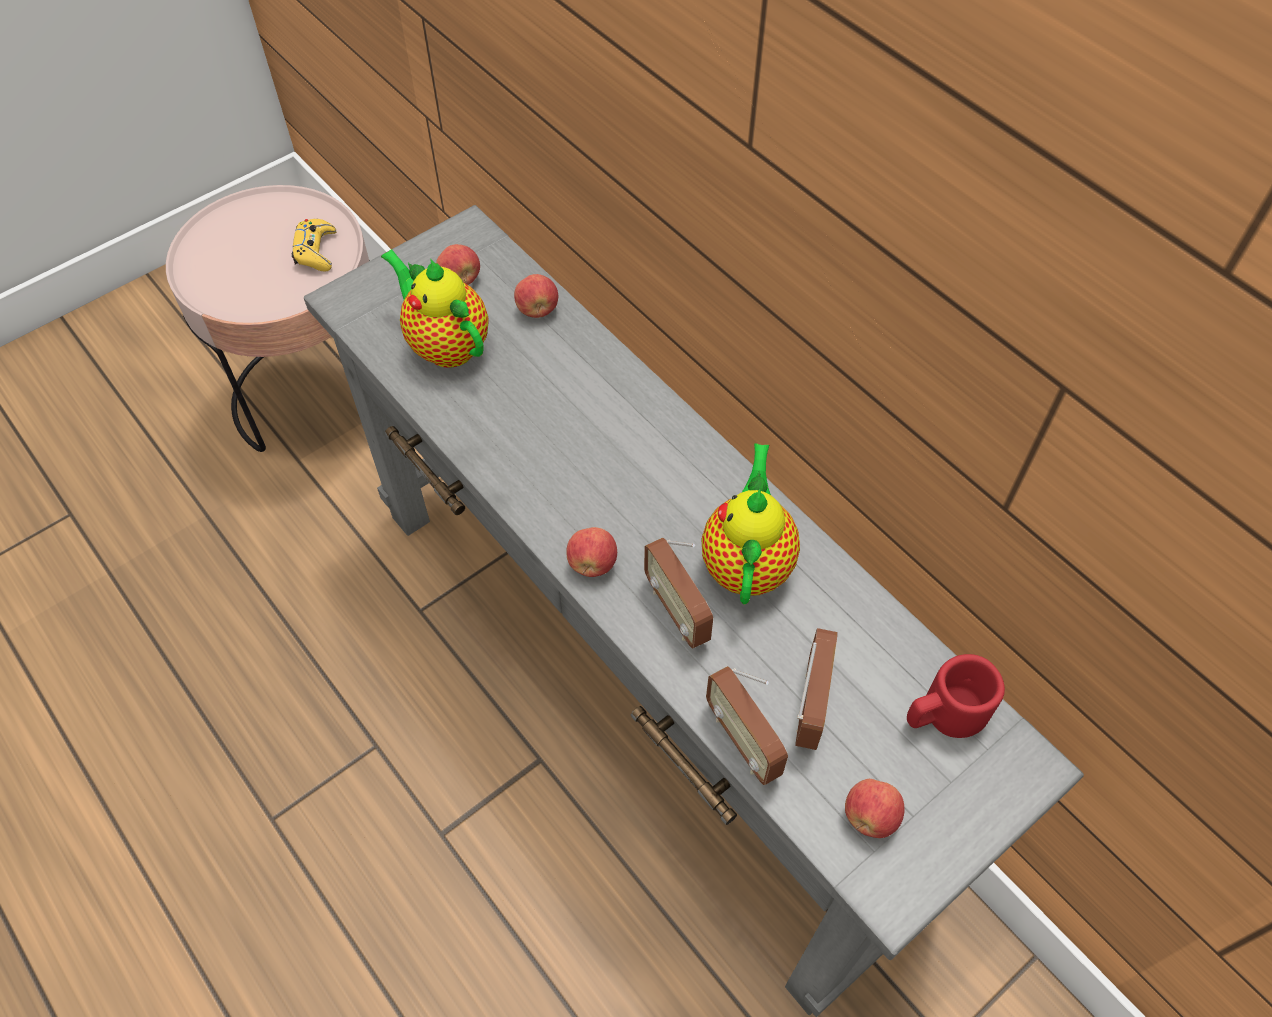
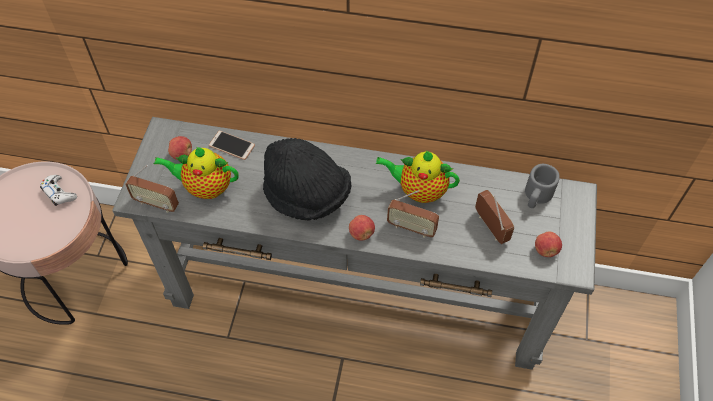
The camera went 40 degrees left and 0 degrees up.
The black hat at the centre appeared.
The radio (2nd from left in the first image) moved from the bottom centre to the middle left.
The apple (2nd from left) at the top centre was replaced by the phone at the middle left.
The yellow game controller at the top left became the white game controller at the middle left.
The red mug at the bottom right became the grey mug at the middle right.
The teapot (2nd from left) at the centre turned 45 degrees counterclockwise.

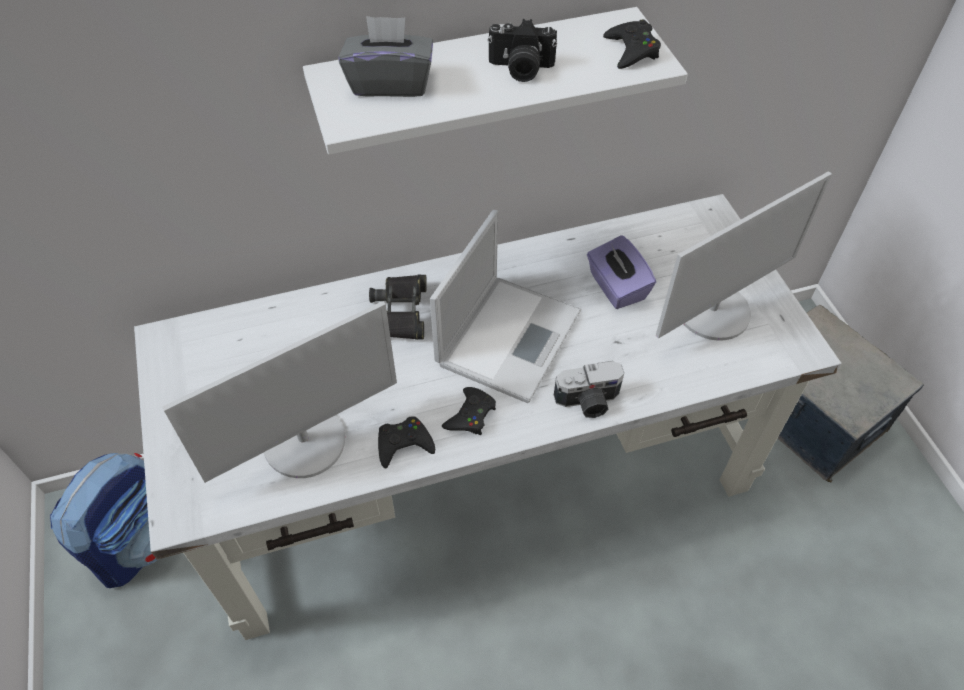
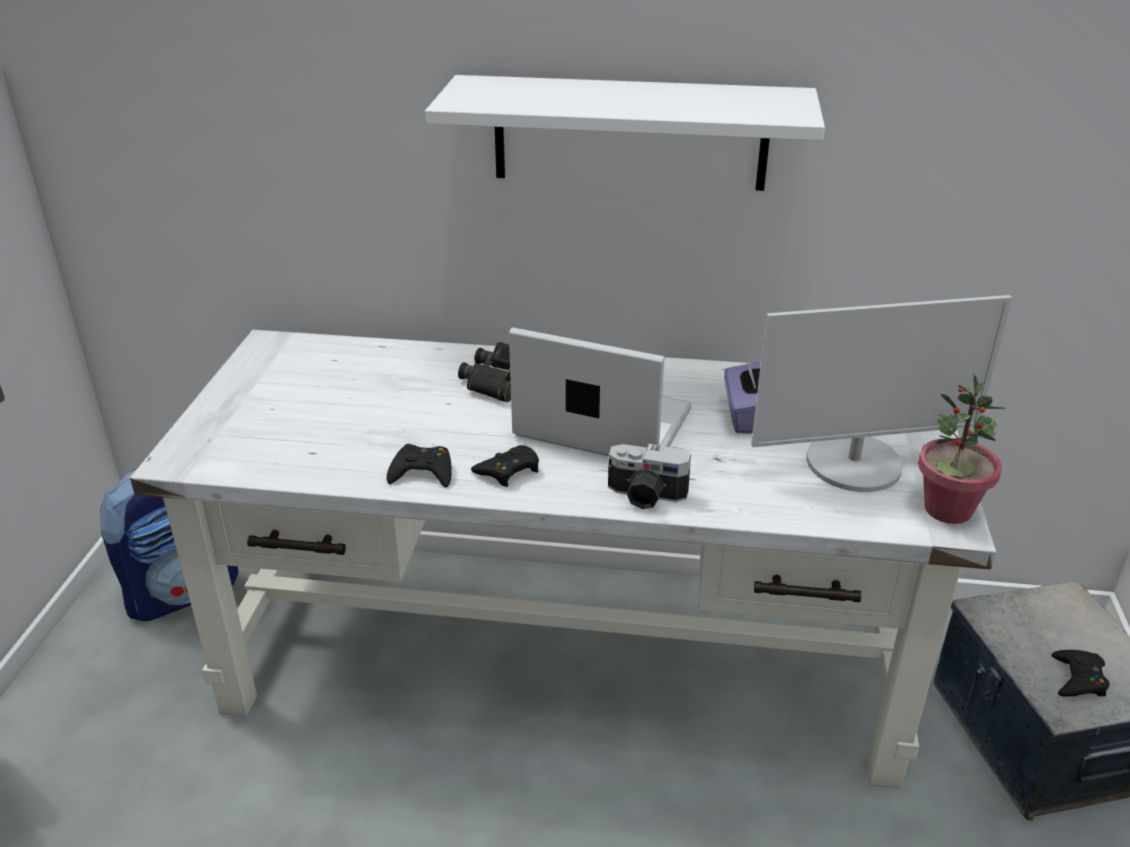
The camera went 25 degrees right and 20 degrees down.
The monitor (1st from left) at the middle left disappeared.
The grey tissue box at the top centre disappeared.
The photo camera (1st from left) at the top centre disappeared.
The potted plant at the middle right appeared.
The black game controller (3rd from left) moved from the top centre to the bottom right.
The laptop at the centre turned 120 degrees counterclockwise.

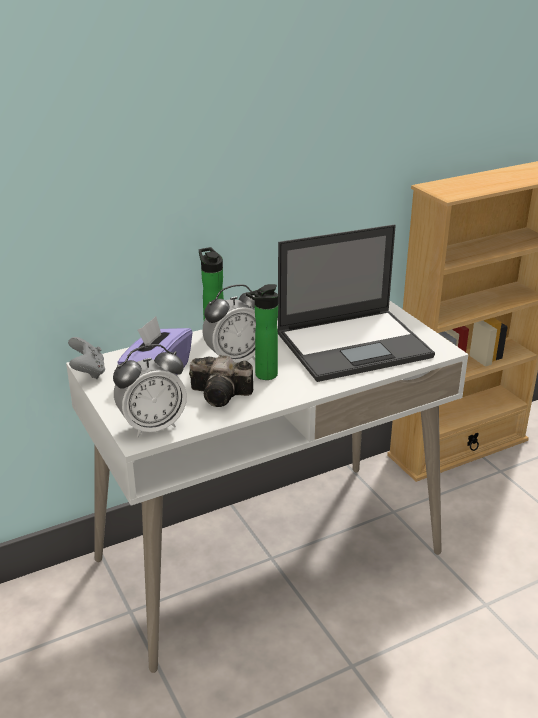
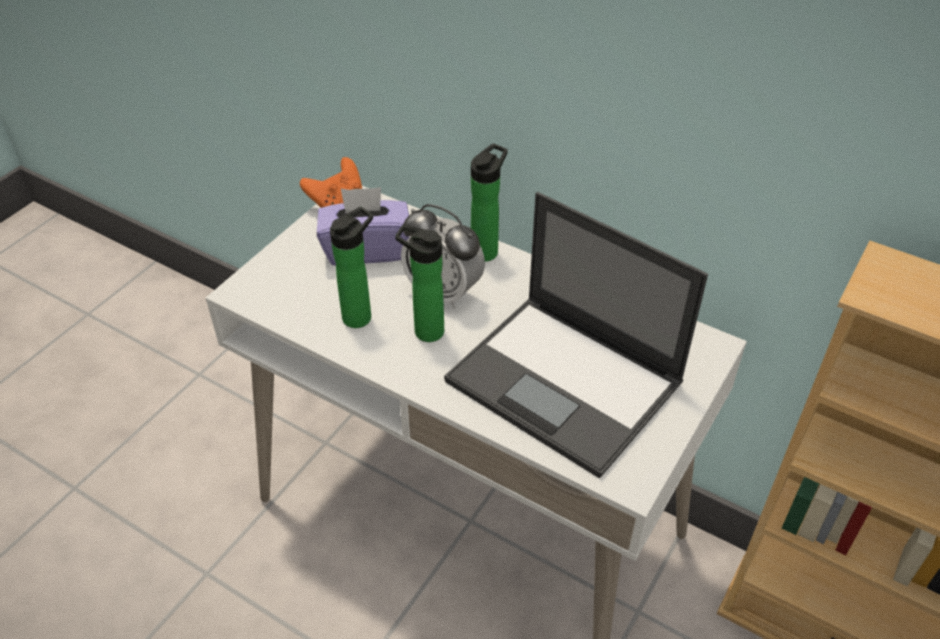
The camera went 60 degrees right and 15 degrees up.
The alarm clock (1st from left) at the middle left disappeared.
The photo camera at the centre was replaced by the bottle (1st from left) at the centre.
The grey game controller at the middle left became the orange game controller at the top centre.

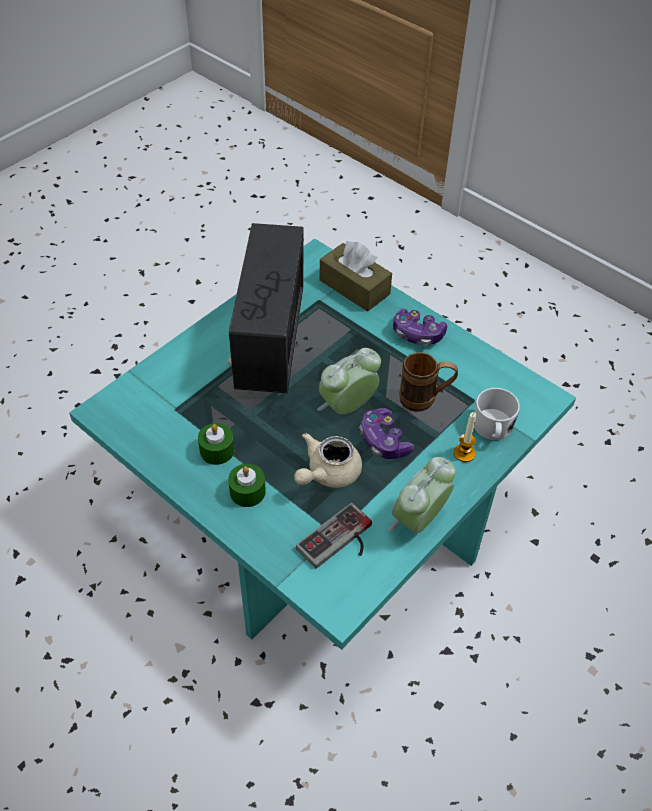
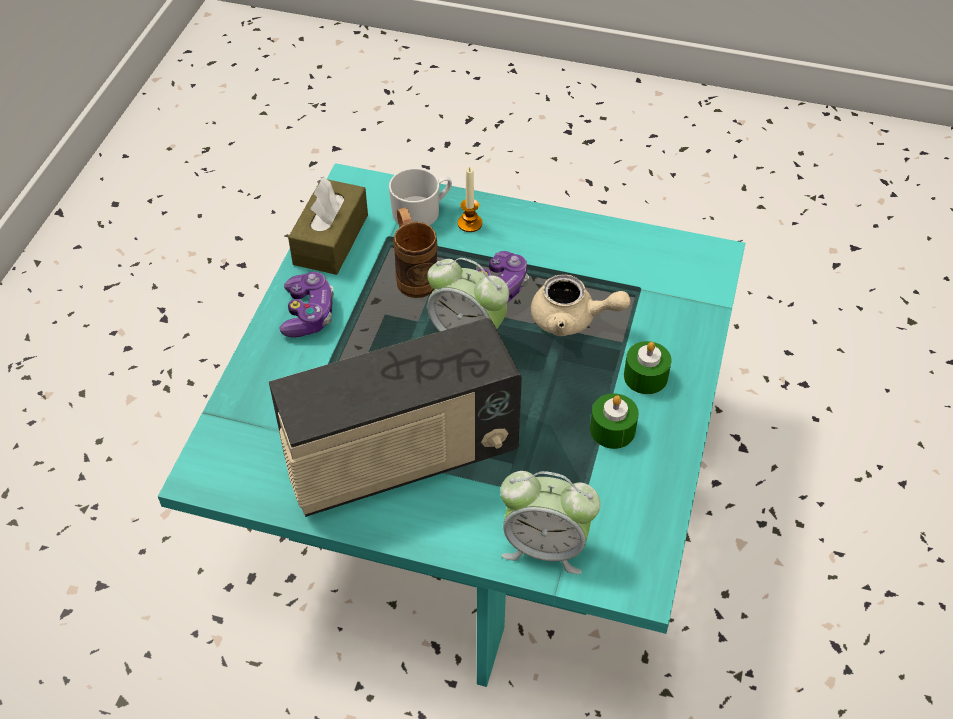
The camera went 115 degrees left and 0 degrees up.
The game controller (1st from left) at the centre disappeared.
The brown tissue box moved from the centre to the top centre.
The alarm clock (2nd from left) moved from the centre to the bottom centre.

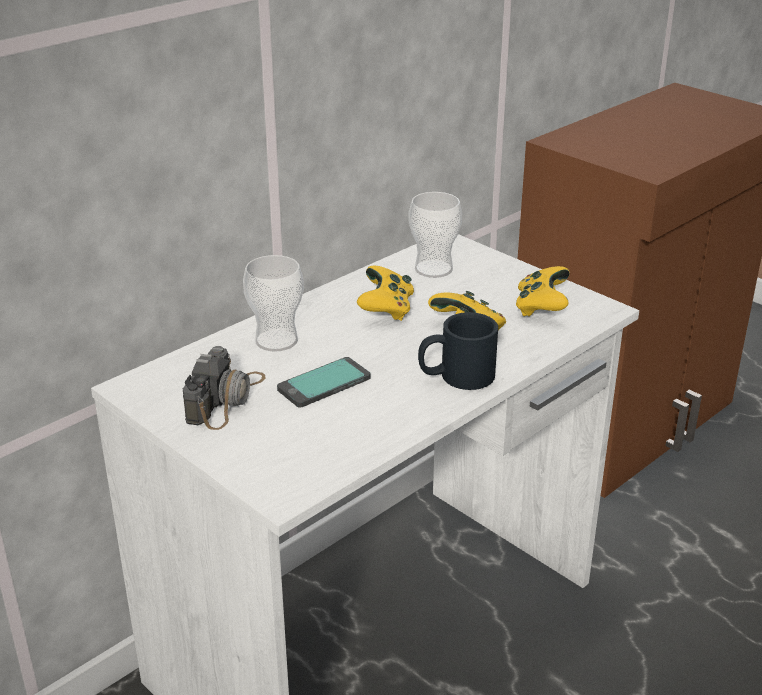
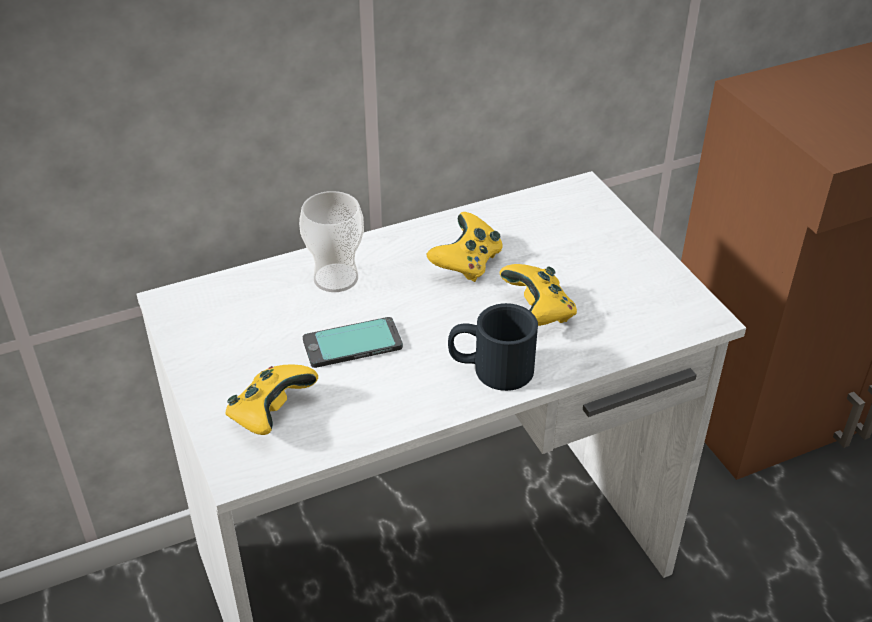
The camera went 20 degrees right and 10 degrees up.
The photo camera at the middle left disappeared.
The cup (2nd from left) at the centre disappeared.
The yellow game controller (3rd from left in the first image) moved from the middle right to the middle left.

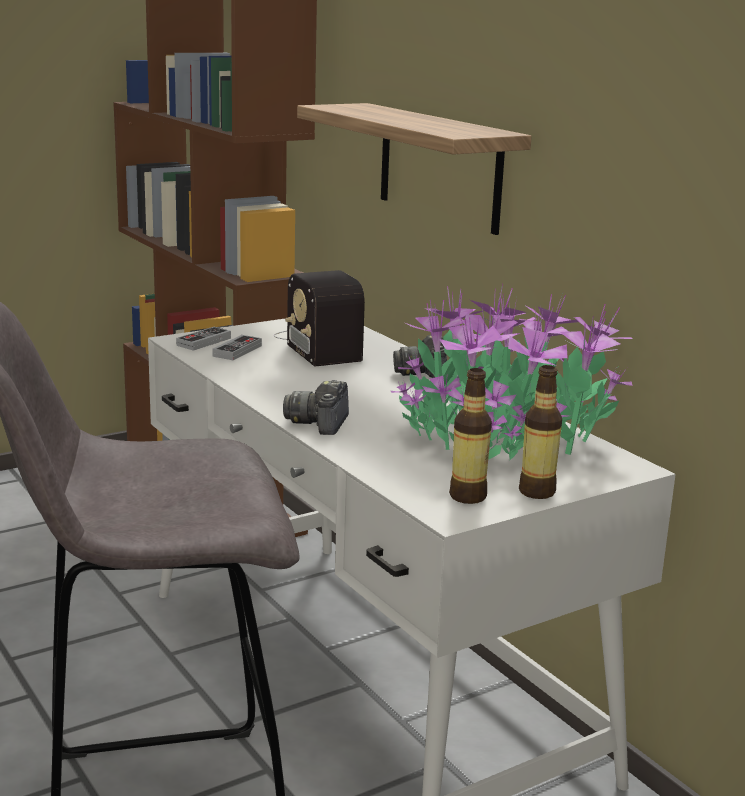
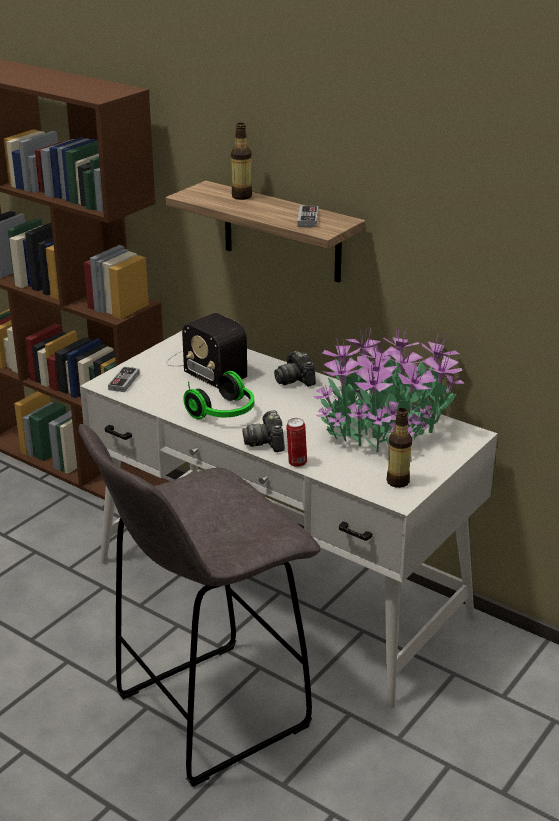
The camera went 20 degrees left and 10 degrees up.
The headphones at the centre appeared.
The can at the centre appeared.
The game controller (2nd from left) moved from the middle left to the top centre.
The bottle (2nd from left in the first image) moved from the middle right to the top centre.

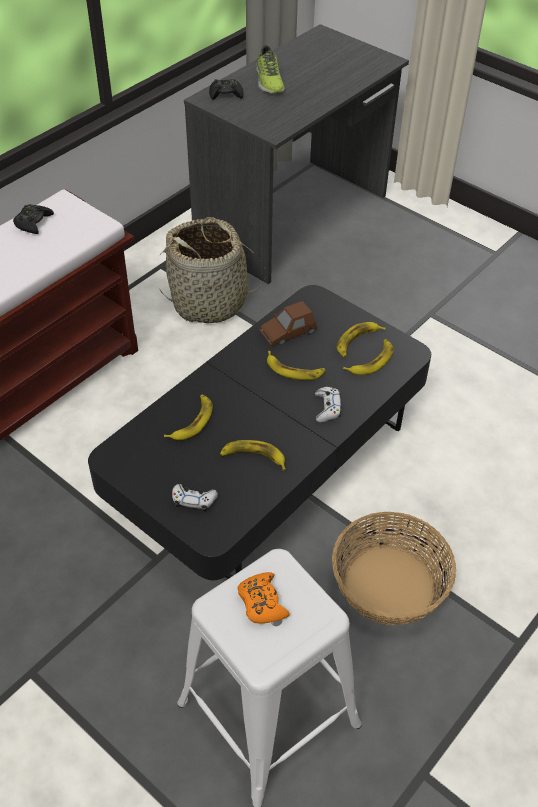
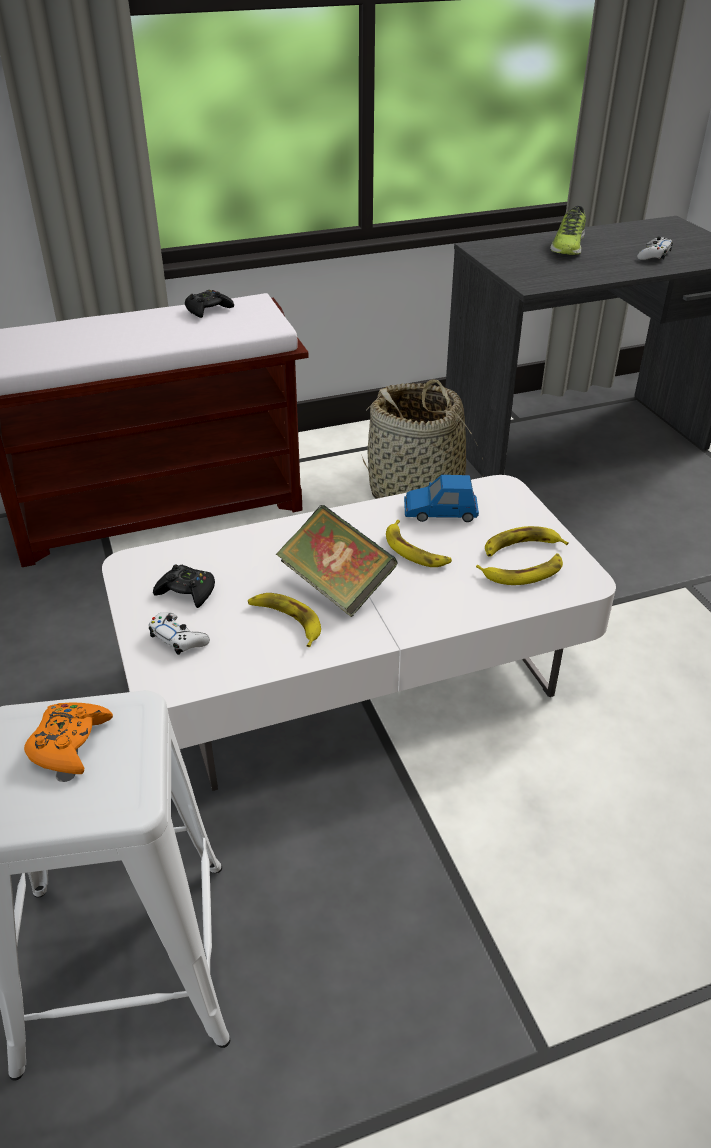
The camera went 30 degrees right and 10 degrees down.
The banana (1st from left) at the centre disappeared.
The basket (2nd from left) at the bottom right disappeared.
The book at the centre appeared.
The black game controller (2nd from left in the first image) moved from the top centre to the middle left.
The white game controller (2nd from left) moved from the centre to the top right.
The black coffee table at the centre became the white coffee table at the centre.
The brown toy car at the centre became the blue toy car at the centre.

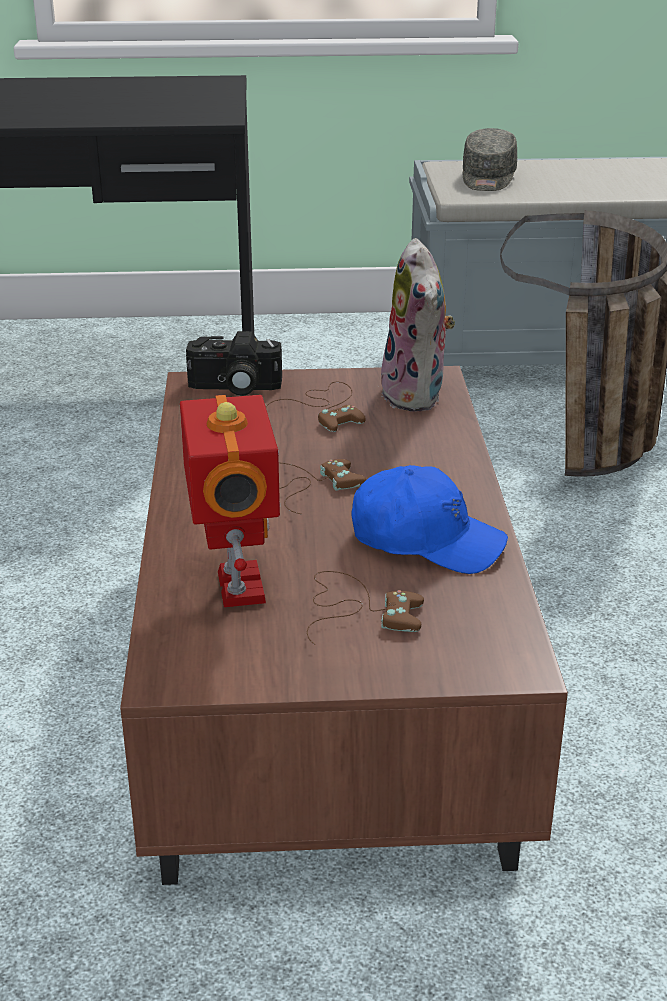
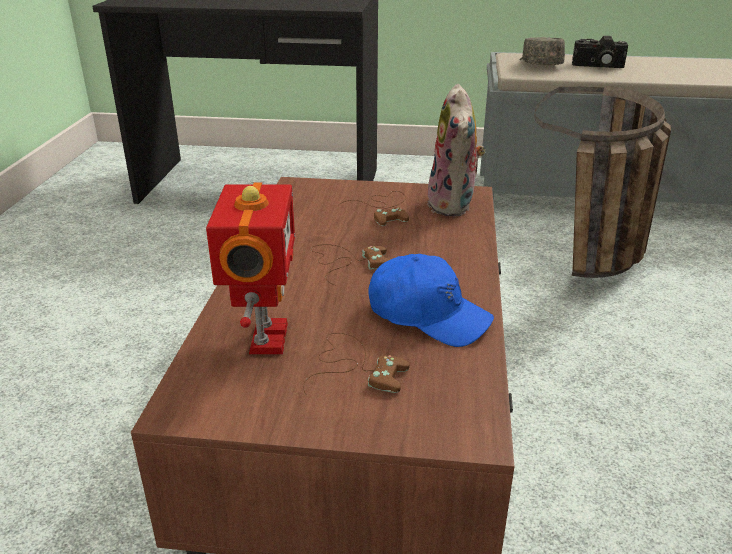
The camera went 10 degrees right and 0 degrees up.
The photo camera moved from the centre to the top right.
The grey cap at the top right turned 150 degrees clockwise.

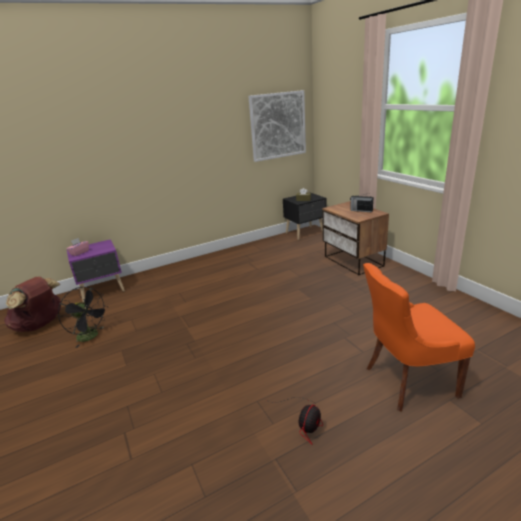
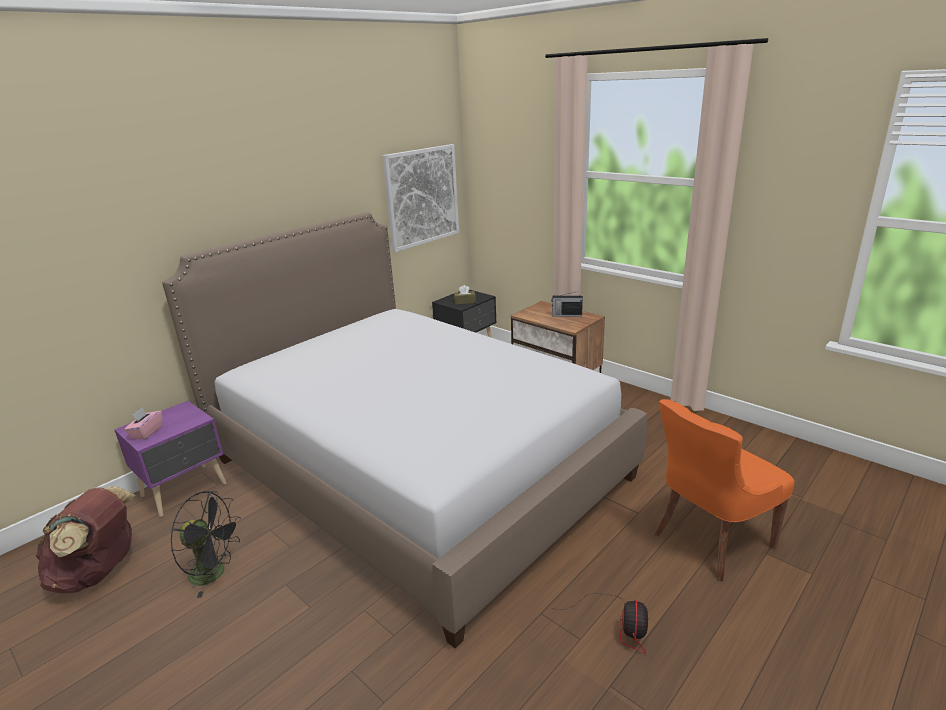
The camera went 20 degrees left and 0 degrees up.
The bed at the centre appeared.

